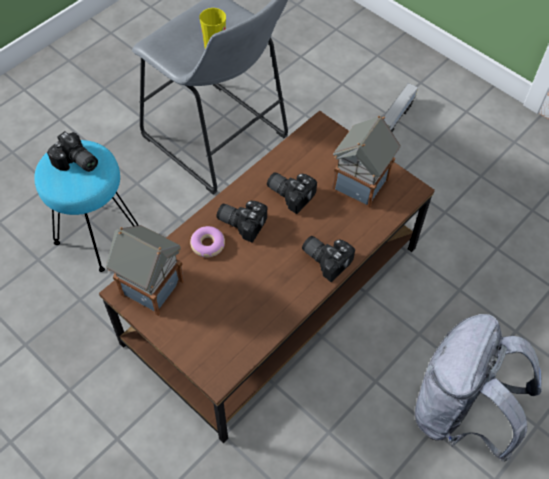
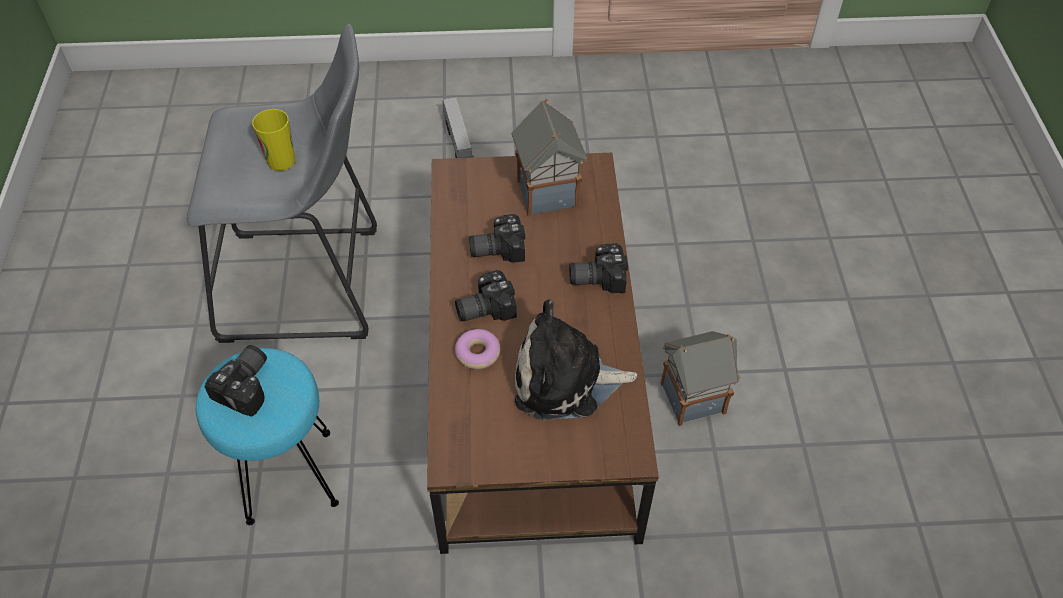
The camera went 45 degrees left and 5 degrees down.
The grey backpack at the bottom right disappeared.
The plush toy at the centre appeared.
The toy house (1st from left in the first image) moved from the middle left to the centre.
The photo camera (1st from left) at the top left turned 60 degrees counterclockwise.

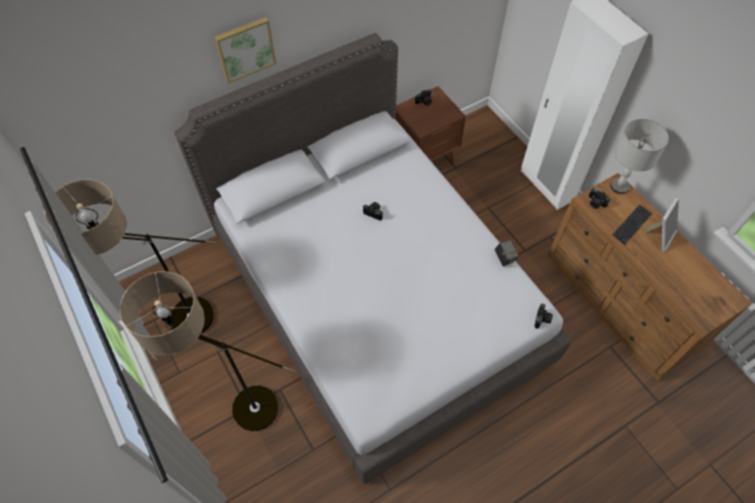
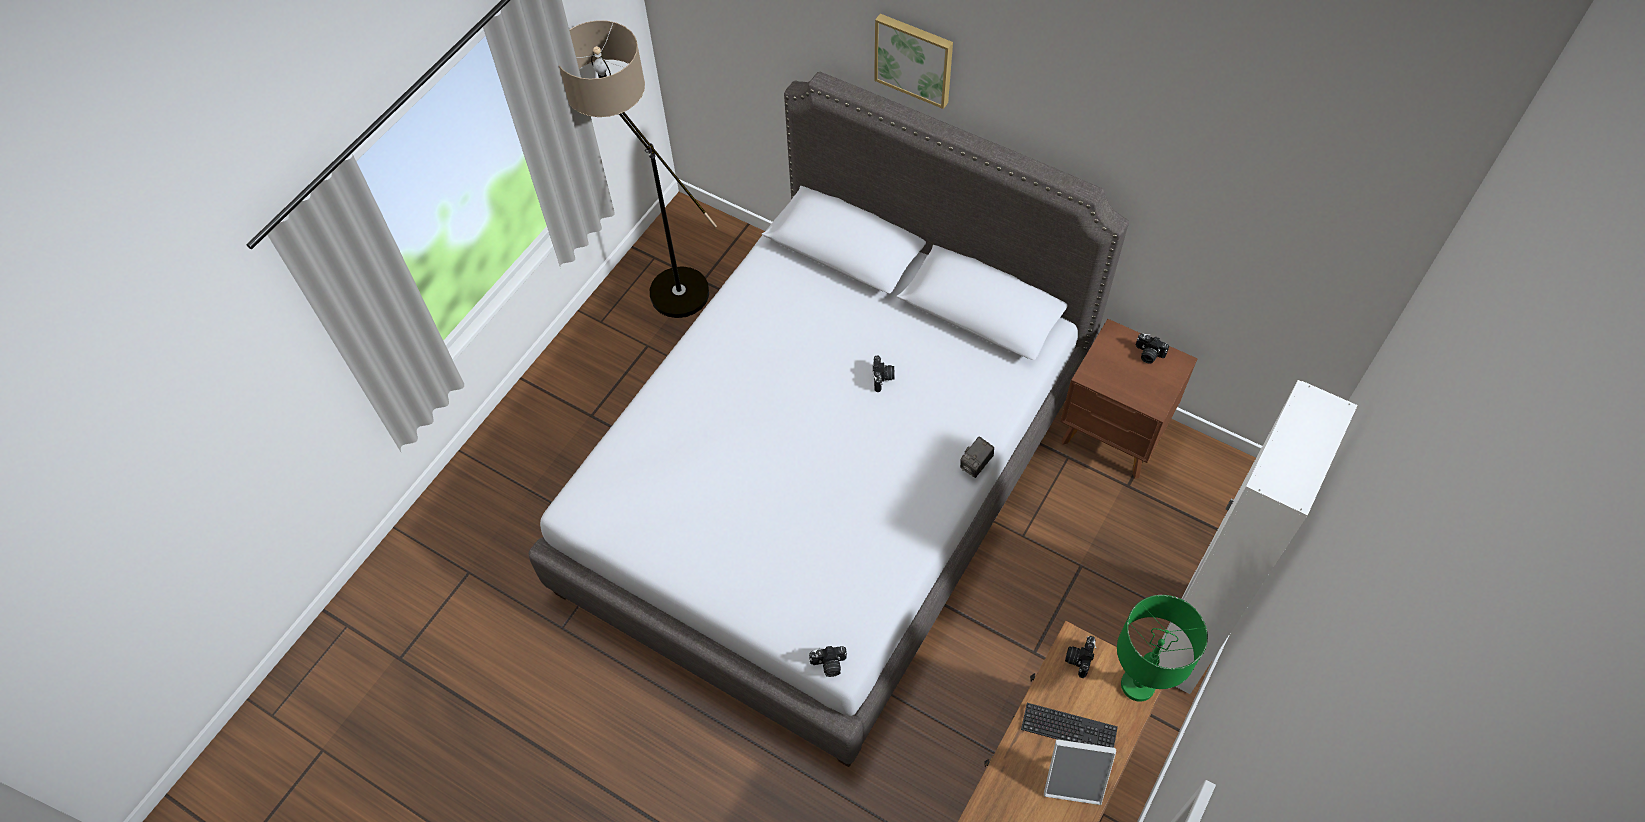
The camera went 65 degrees right and 0 degrees up.
The floor lamp (2nd from left) at the bottom left disappeared.
The photo camera (3rd from left) moved from the middle right to the centre.
The grey table lamp at the top right became the green table lamp at the bottom right.

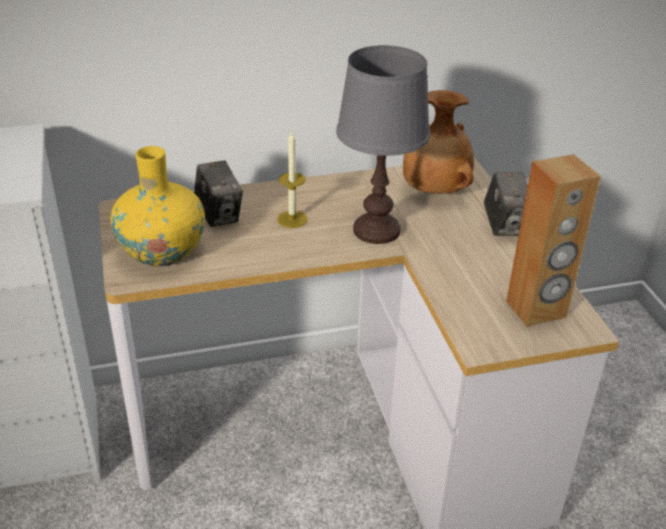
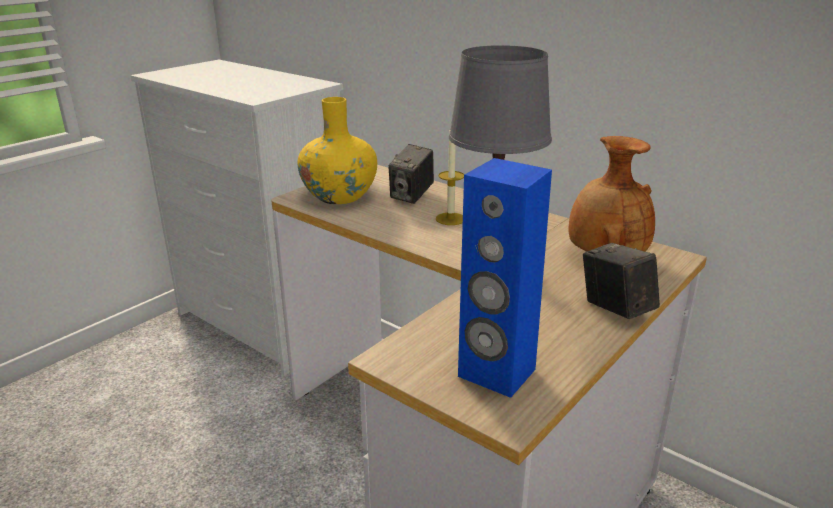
The camera went 55 degrees right and 10 degrees down.
The brown speaker at the middle right became the blue speaker at the centre.
The photo camera (2nd from left) at the middle right turned 105 degrees clockwise.

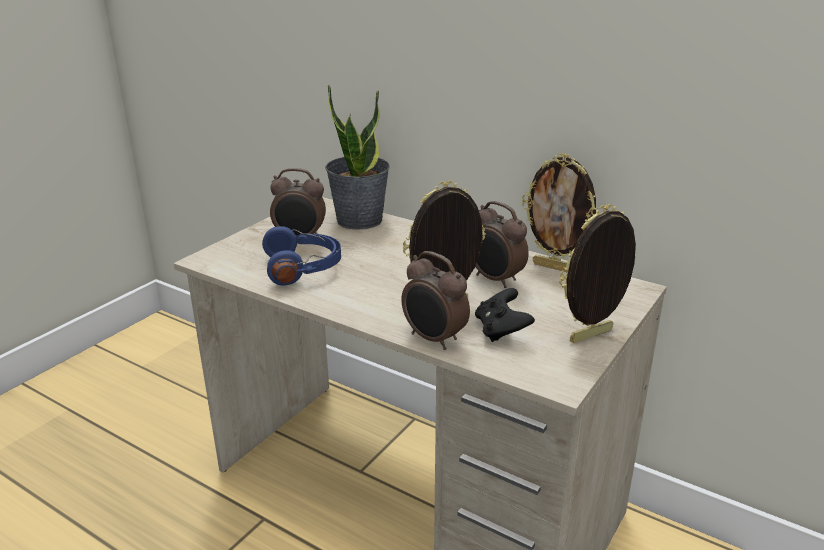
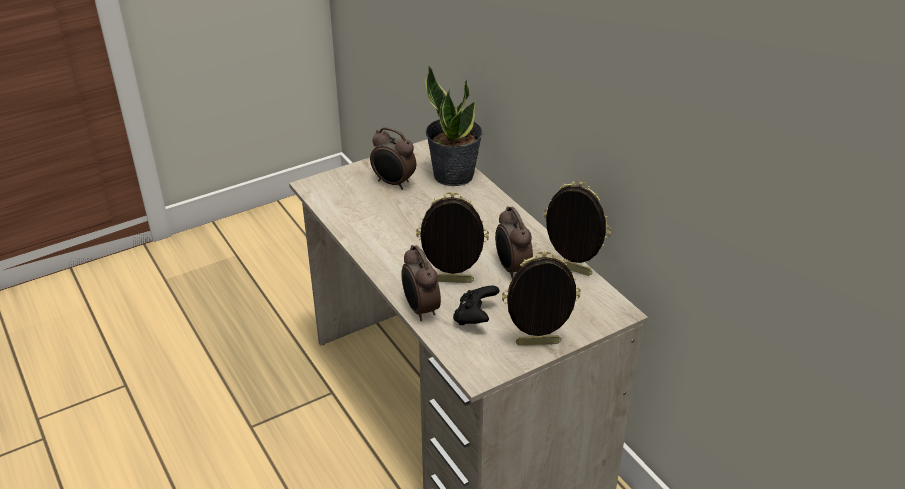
The camera went 25 degrees right and 10 degrees up.
The blue headphones at the centre disappeared.
The picture frame (2nd from left in the first image) at the middle right turned 150 degrees clockwise.

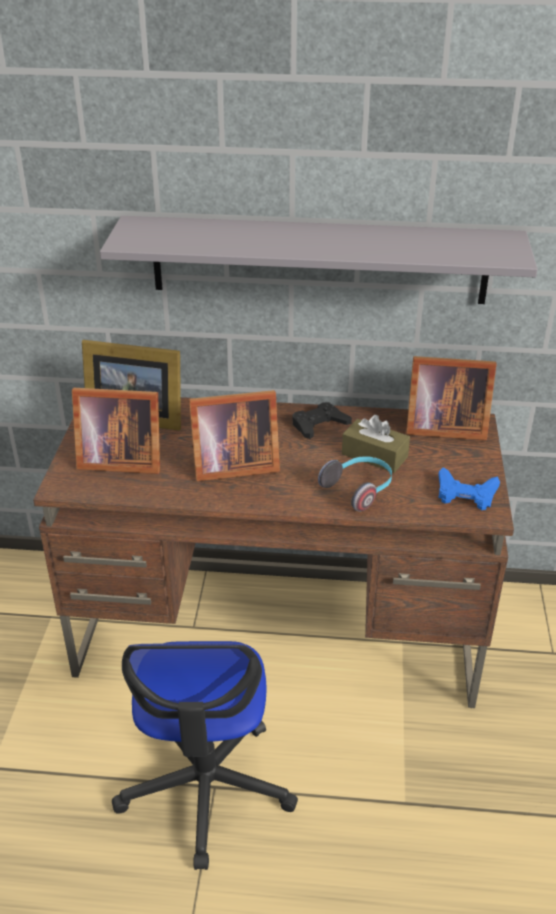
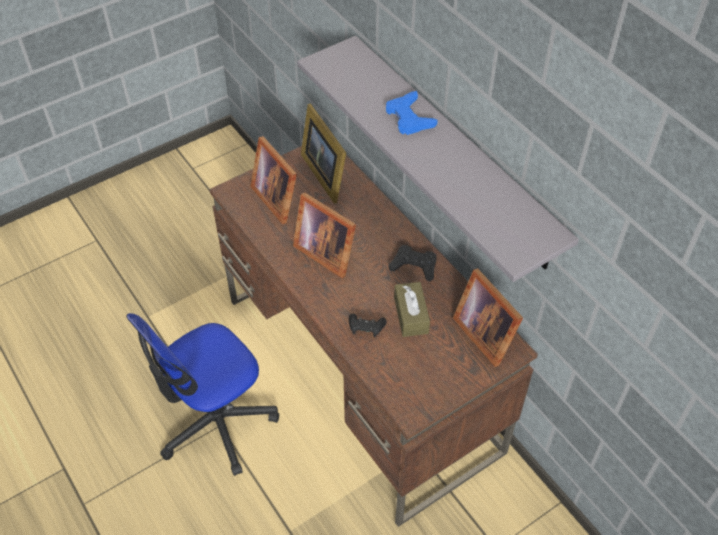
The camera went 50 degrees right and 15 degrees up.
The blue game controller moved from the middle right to the top centre.
The headphones at the centre was replaced by the black game controller (1st from left) at the centre.

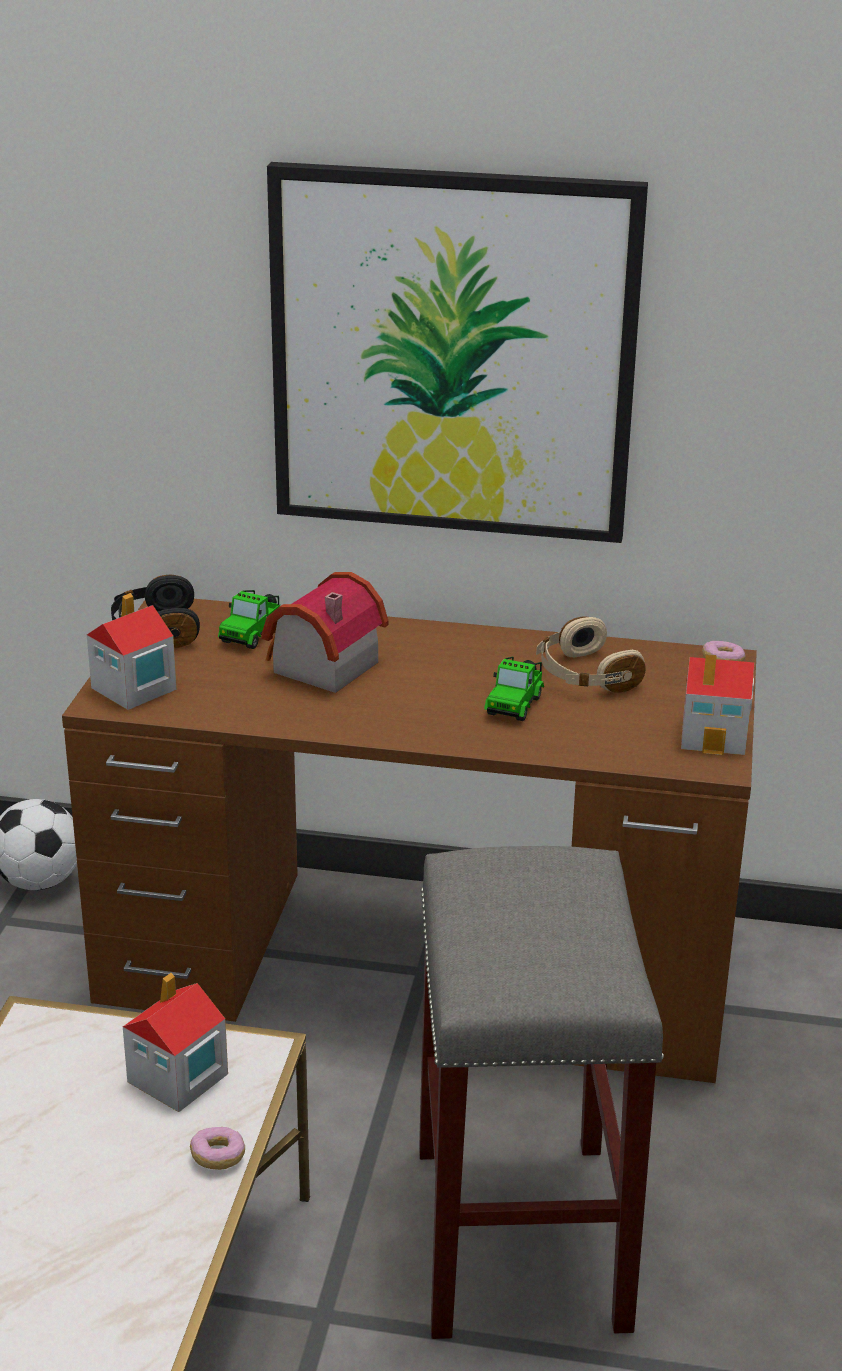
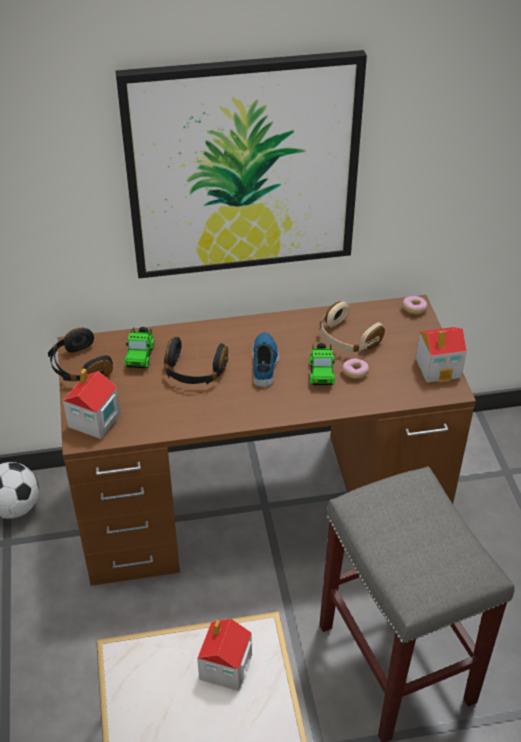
The camera went 20 degrees left and 15 degrees up.
The shoe at the centre appeared.
The donut (1st from left) moved from the bottom left to the middle right.
The toy house (3rd from left) at the centre was replaced by the black headphones (2nd from left) at the centre.

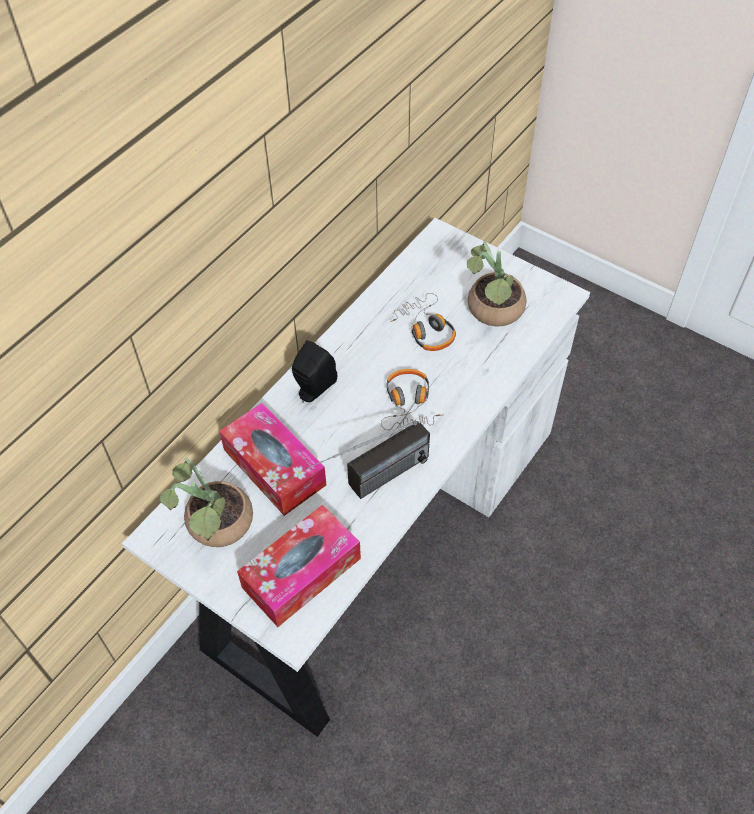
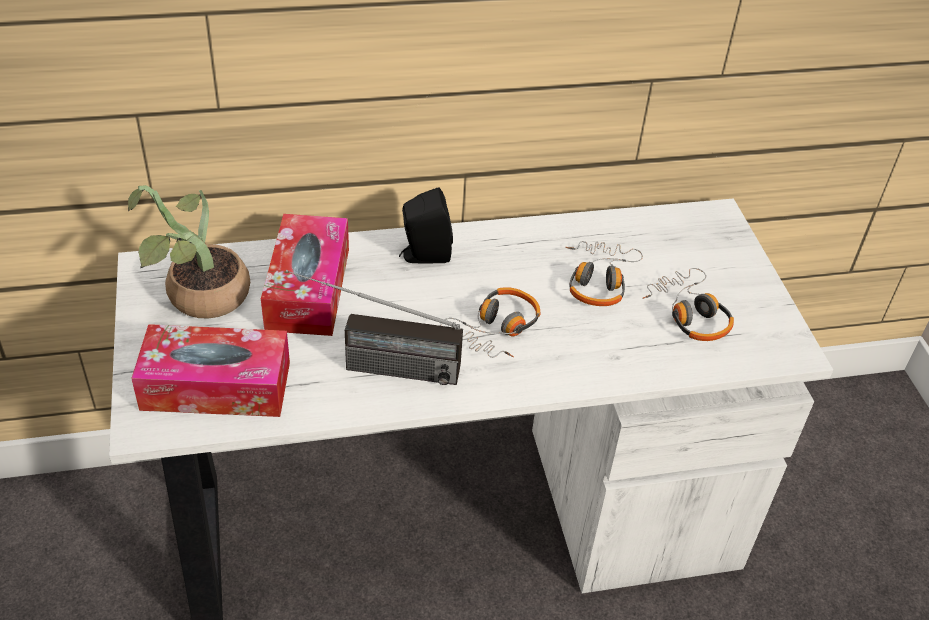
The camera went 40 degrees right and 10 degrees down.
The potted plant (2nd from left) at the centre was replaced by the headphones (3rd from left) at the middle right.

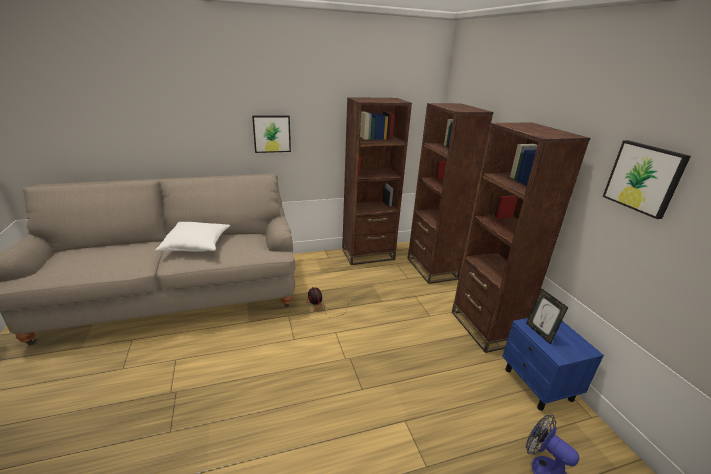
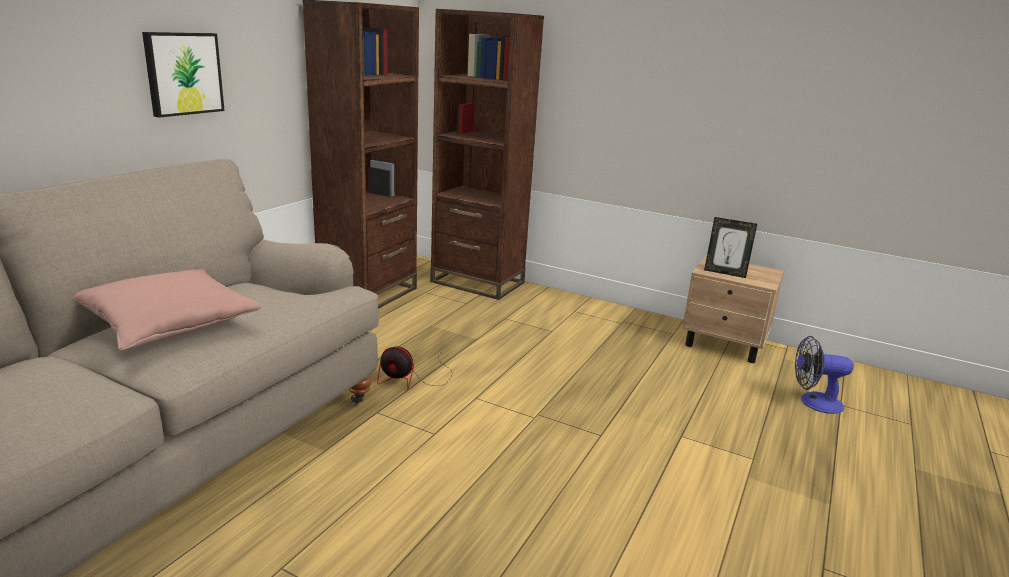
The camera went 45 degrees left and 5 degrees down.
The brown bookcase (3rd from left) at the middle right disappeared.
The picture (2nd from left) at the middle right disappeared.
The white pillow at the middle left became the pink pillow at the middle left.
The blue nightstand at the bottom right became the beige nightstand at the middle right.

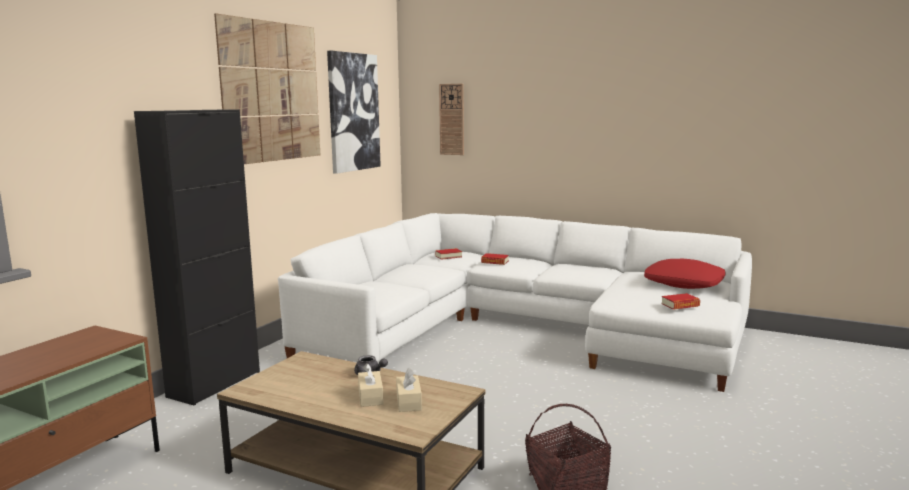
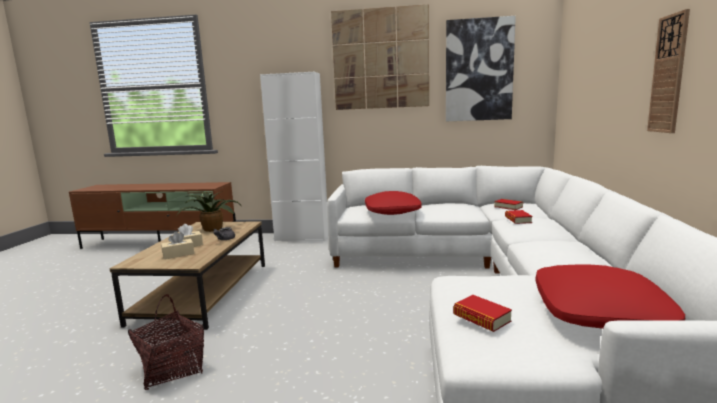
The camera went 70 degrees right and 0 degrees up.
The potted plant at the middle left appeared.
The red pillow (1st from left) at the centre appeared.
The wall clock moved from the top centre to the top right.
The black cabinet at the middle left became the white cabinet at the centre.

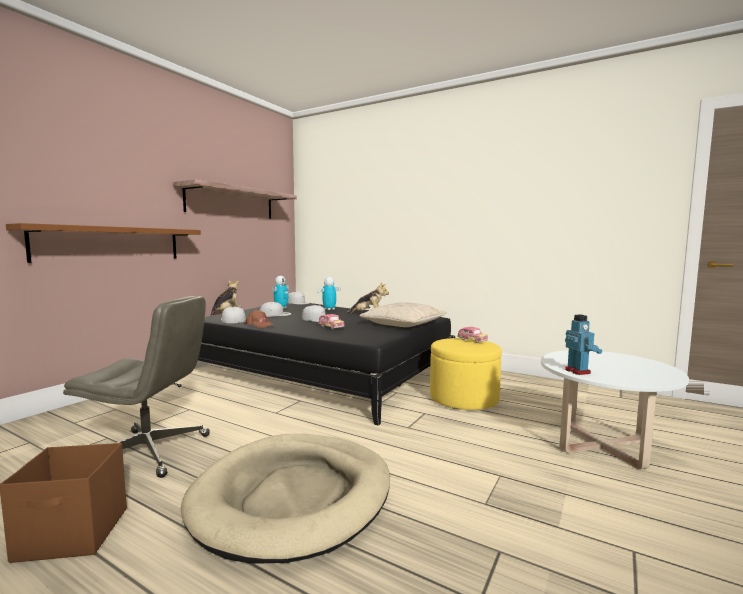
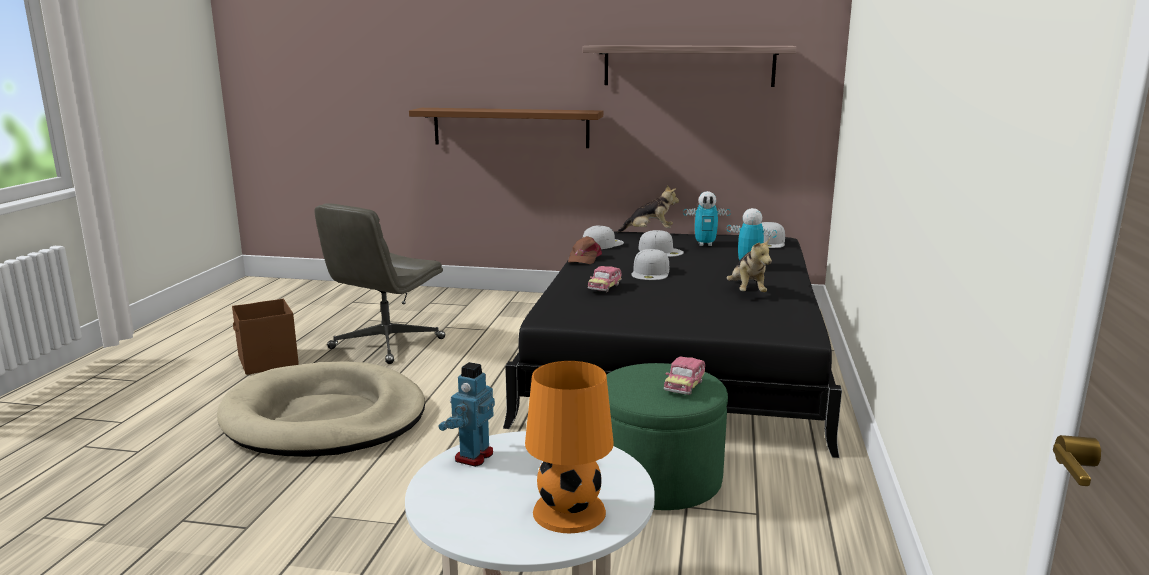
The camera went 70 degrees right and 10 degrees up.
The beige pillow at the centre disappeared.
The orange table lamp at the bottom centre appeared.
The yellow ottoman at the centre became the green ottoman at the bottom centre.
The grey office chair at the middle left turned 45 degrees clockwise.
The toy robot (3rd from left in the first image) at the middle right turned 150 degrees clockwise.

